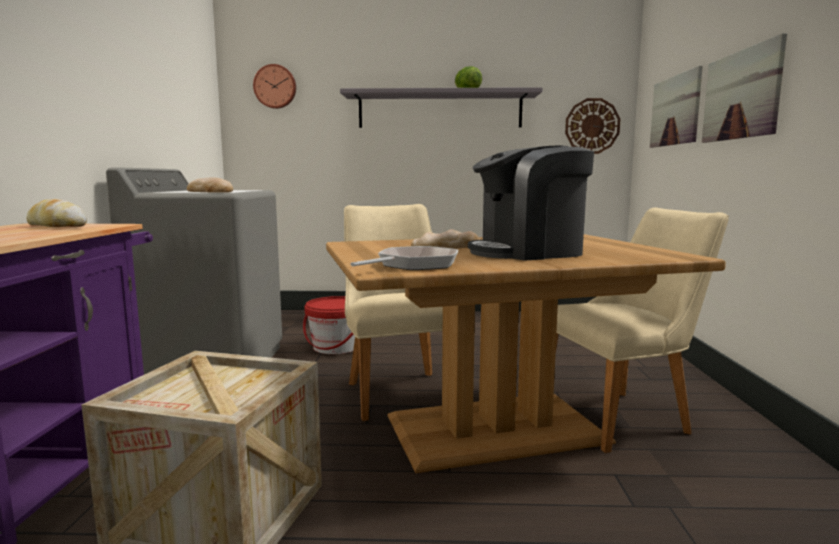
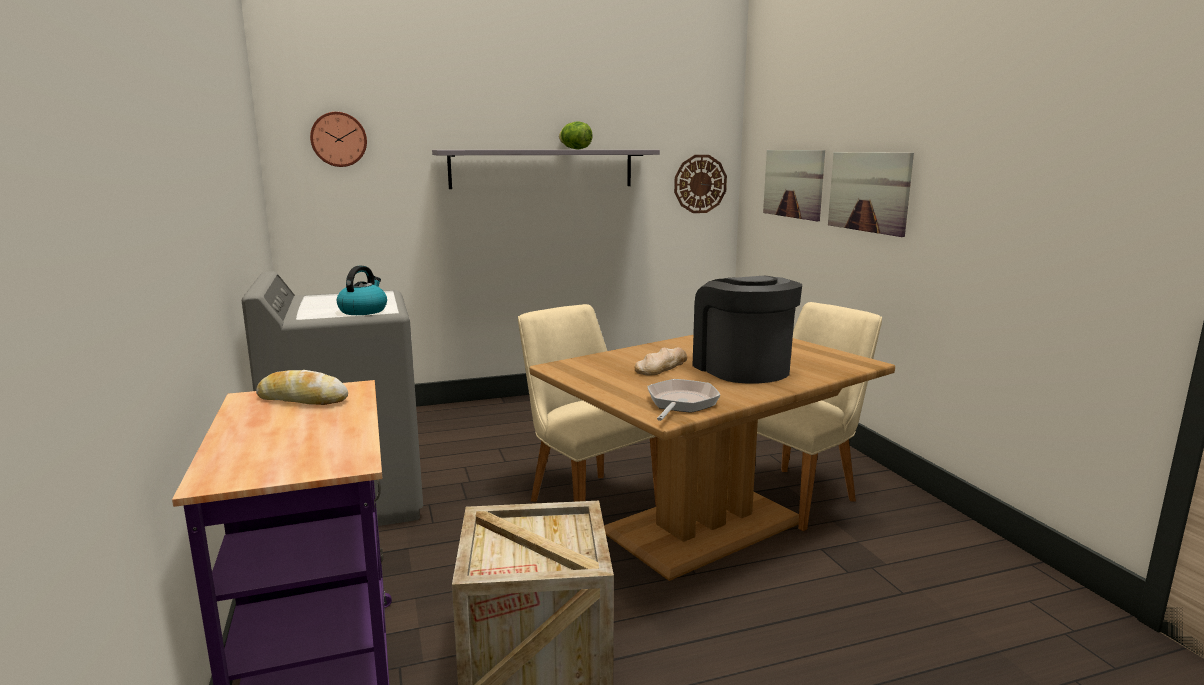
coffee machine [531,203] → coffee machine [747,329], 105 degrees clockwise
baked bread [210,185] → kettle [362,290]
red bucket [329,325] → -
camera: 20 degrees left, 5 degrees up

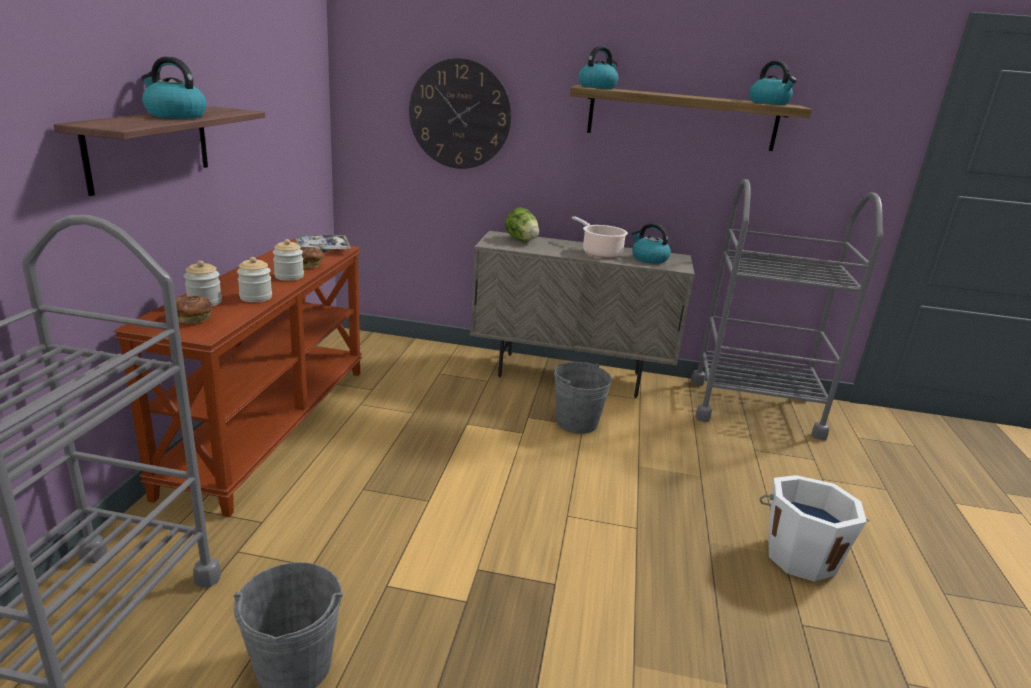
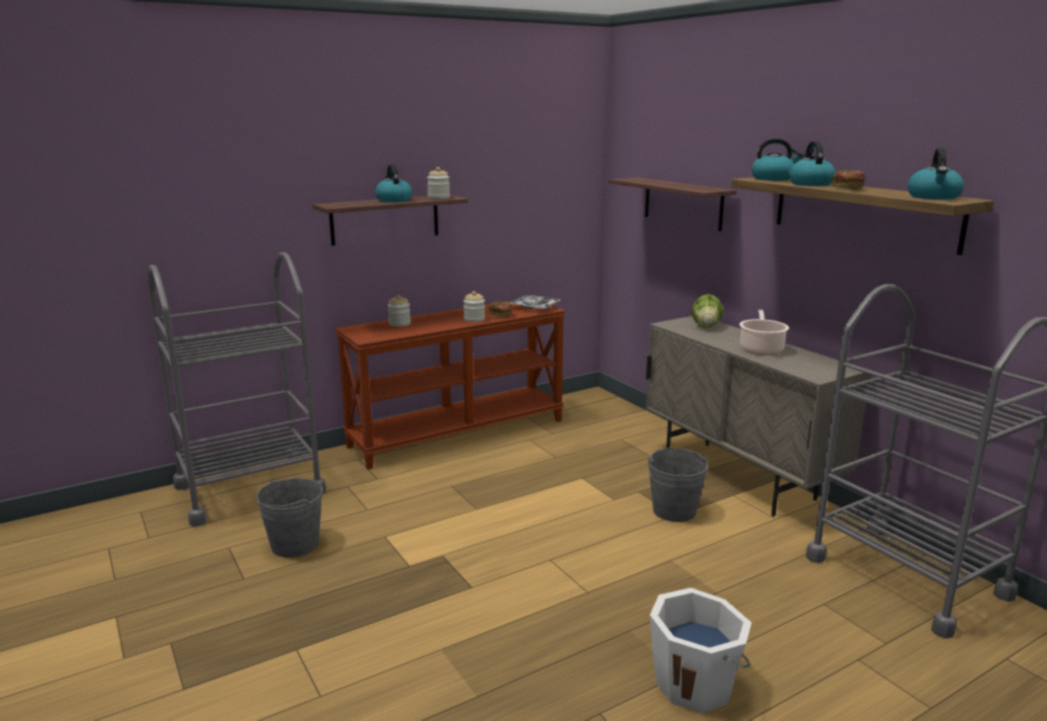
clock on the wall [460,113] → shelf [673,204]
kettle [651,243] → kettle [812,163], moved
storage jar [254,279] → storage jar [438,183], moved
baked bread [194,310] → baked bread [849,180], moved
camera: 50 degrees right, 5 degrees down

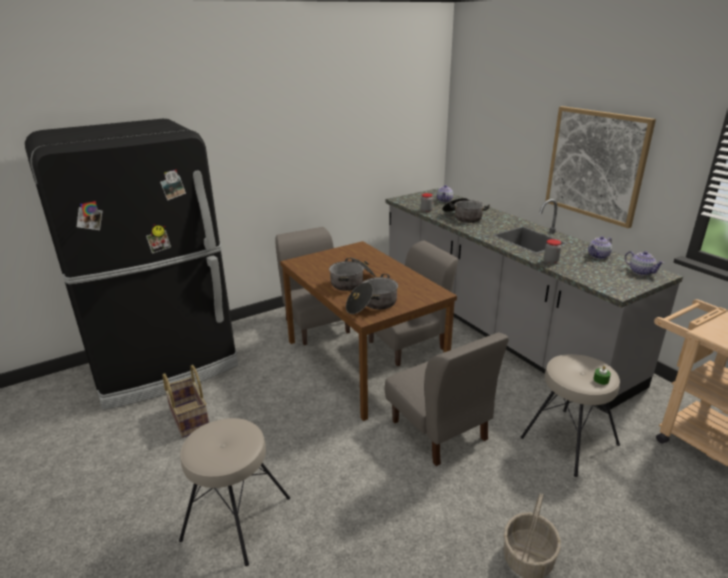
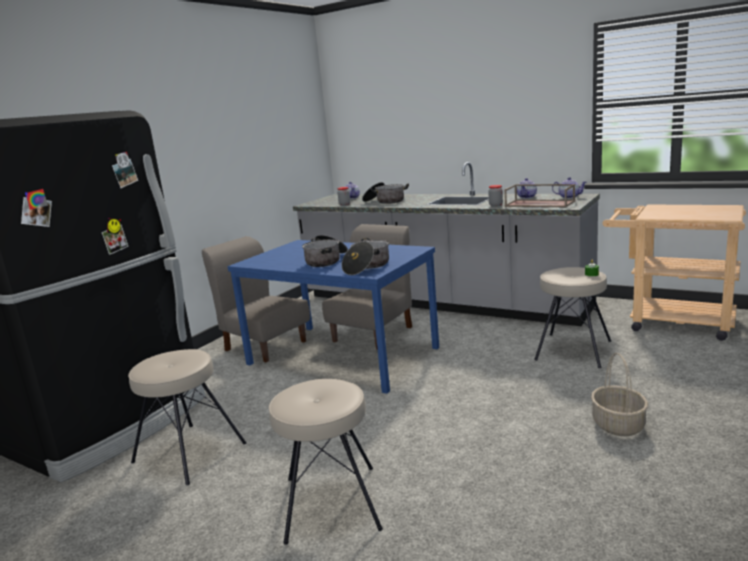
wall art [600,167] → -
brown dinner table [368,331] → bluish dinner table [333,317]
grey plain chair [447,399] → -
storage basket [185,401] → beige stool [187,417]
- → brown carrying tray [539,195]
camera: 25 degrees left, 10 degrees down

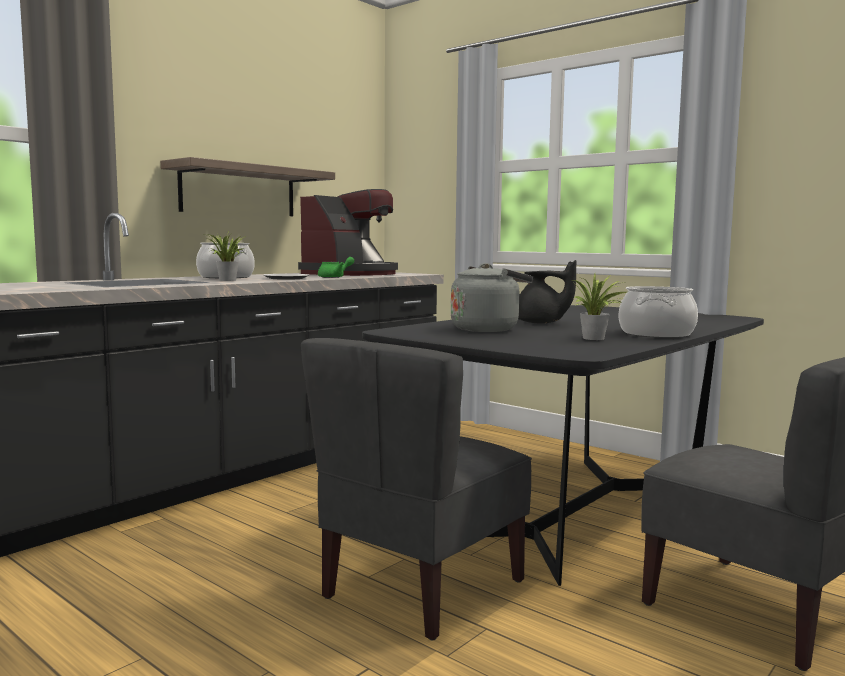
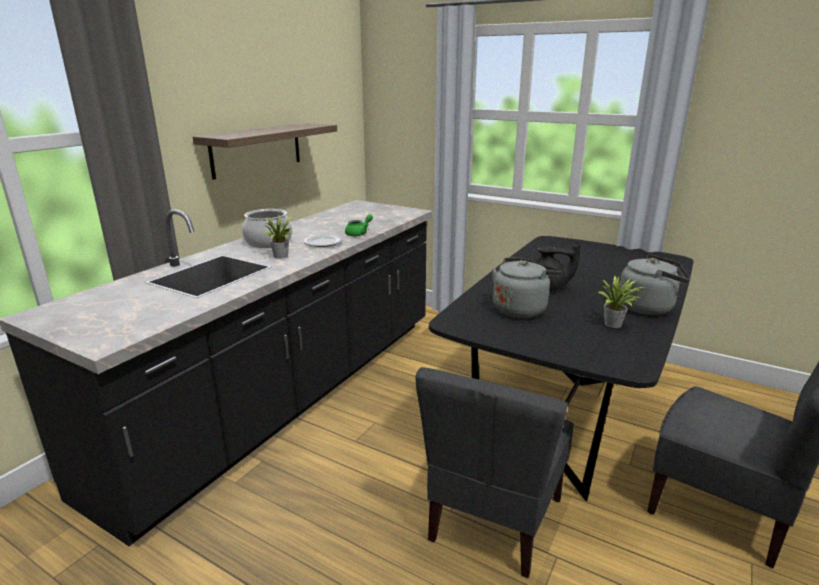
coffee machine [348,232] → -
saucepot [658,312] → grey kettle [655,284]
camera: 10 degrees left, 15 degrees up

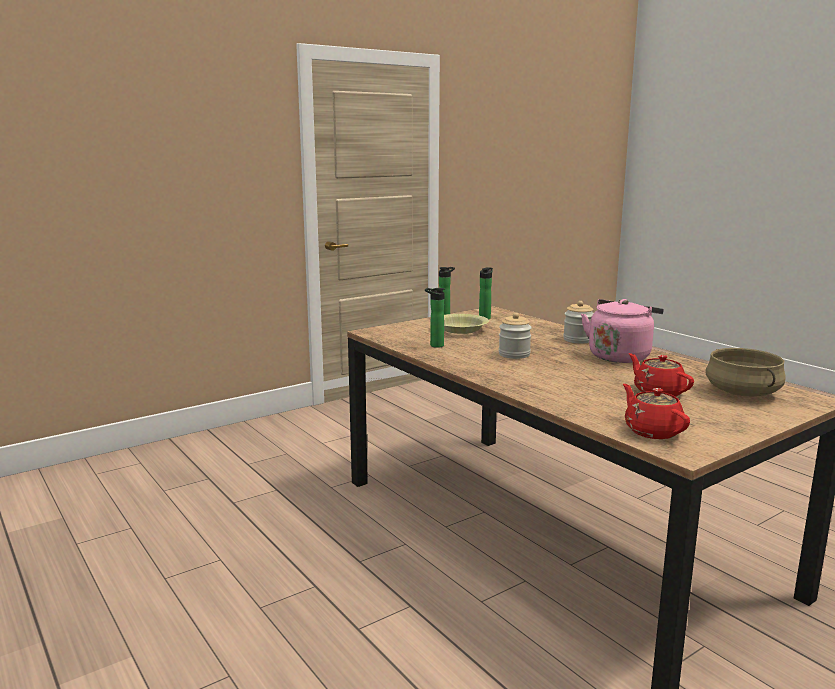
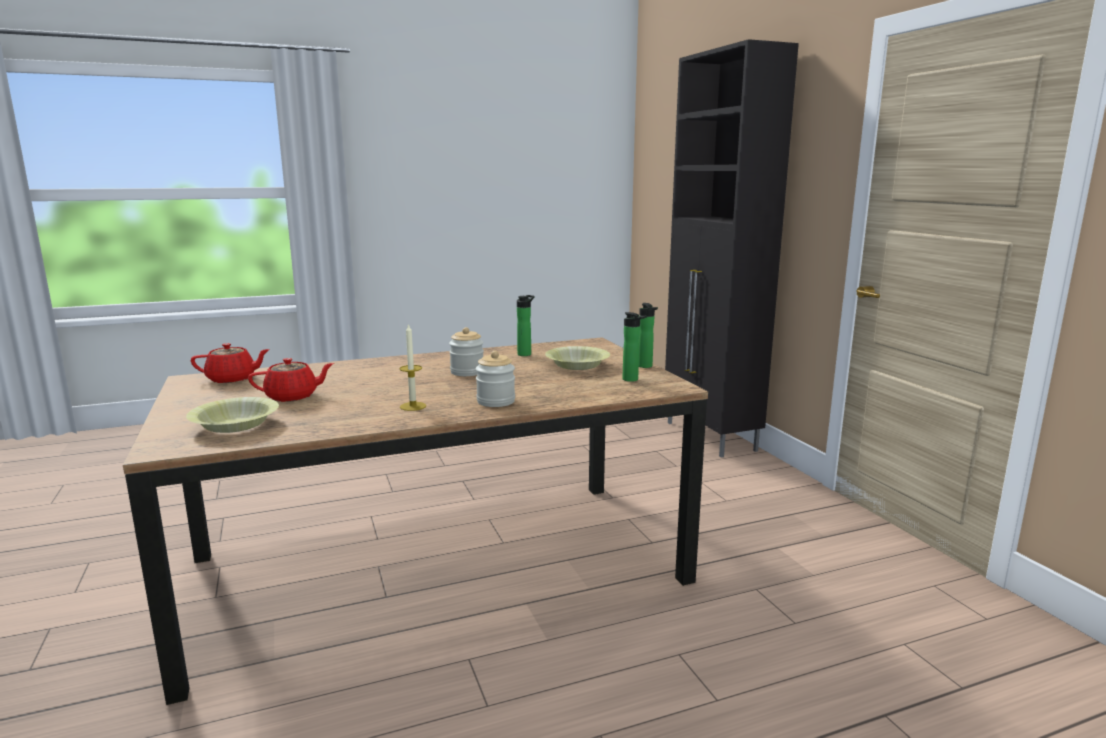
pink kettle [622,331] → wax candle [412,367]
beige saucepot [745,372] → yellowish bowl [232,415]
- → black-coloured cupboard [732,248]
camera: 105 degrees right, 0 degrees up

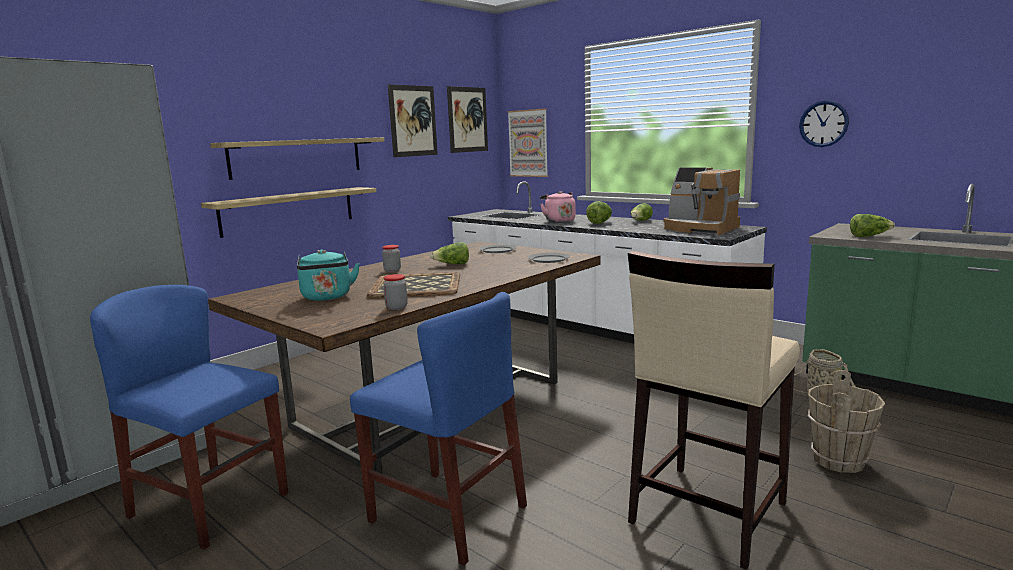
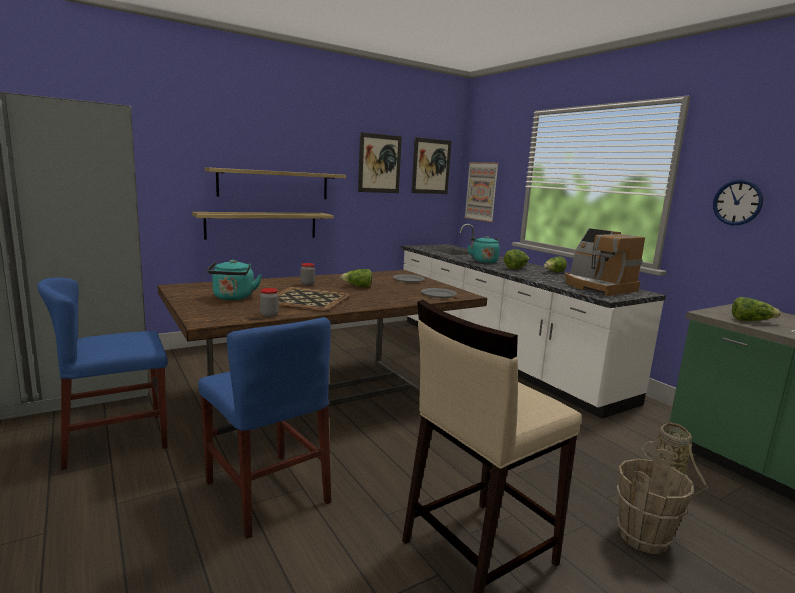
pink kettle [558,206] → turquoise-coloured kettle [483,250]
bluish plain chair [189,417] → bluish plain chair [102,373], 75 degrees counterclockwise
camera: 15 degrees right, 0 degrees up

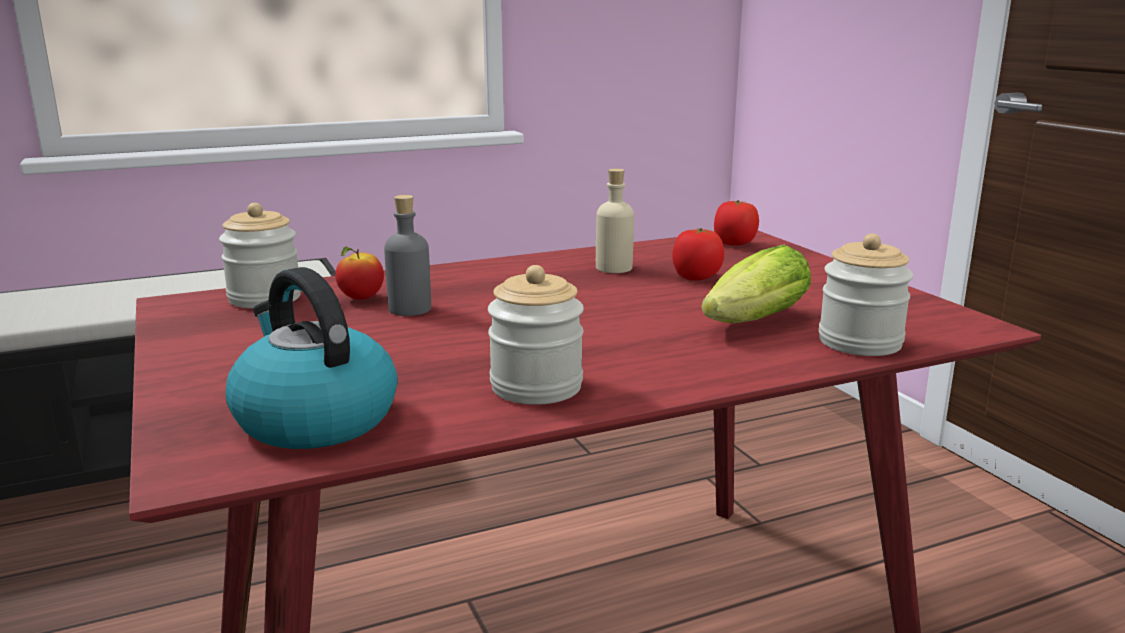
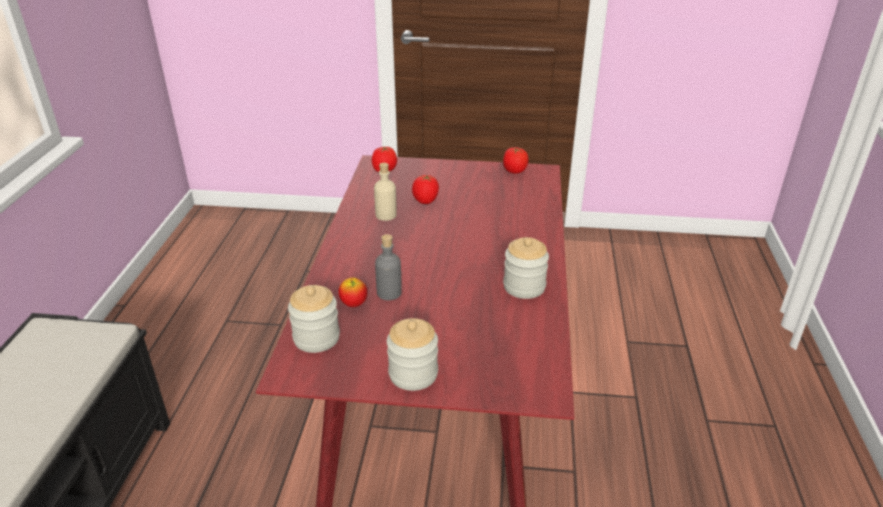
storage jar [866,295] → storage jar [412,354], moved
lettuce [756,283] → -
kettle [312,358] → -
- → tomato [516,160]
camera: 60 degrees left, 15 degrees up

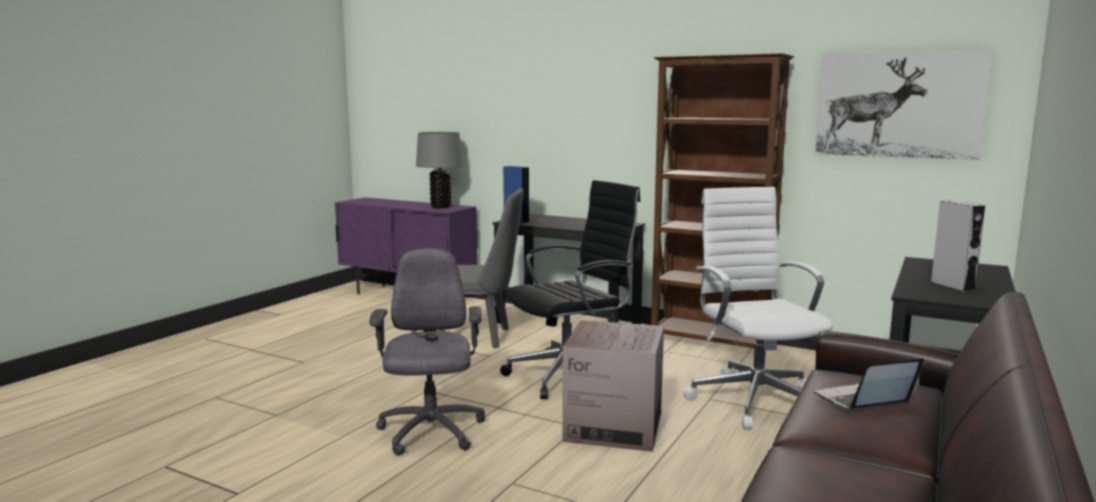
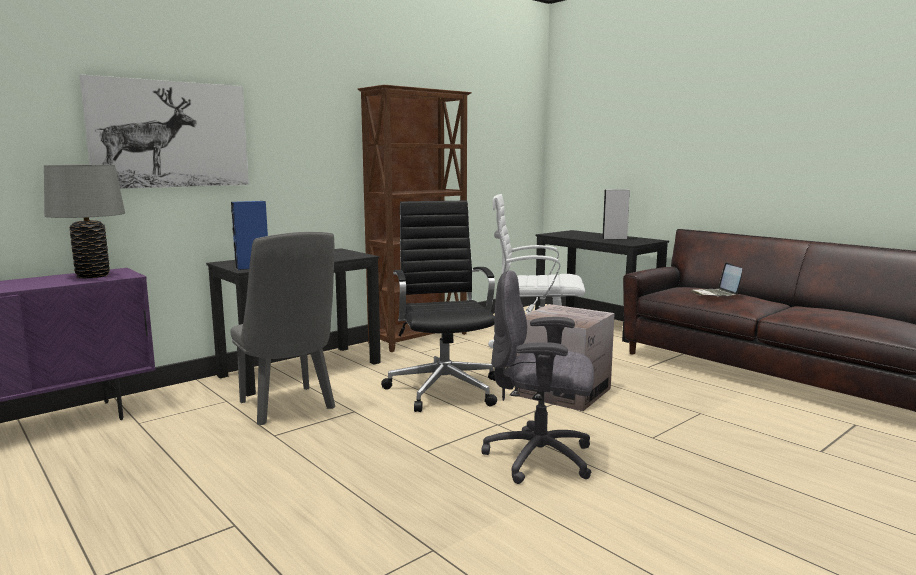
wall art [904,104] → wall art [164,132], moved
grey plain chair [481,268] → grey plain chair [283,328], 120 degrees clockwise
camera: 70 degrees left, 0 degrees up

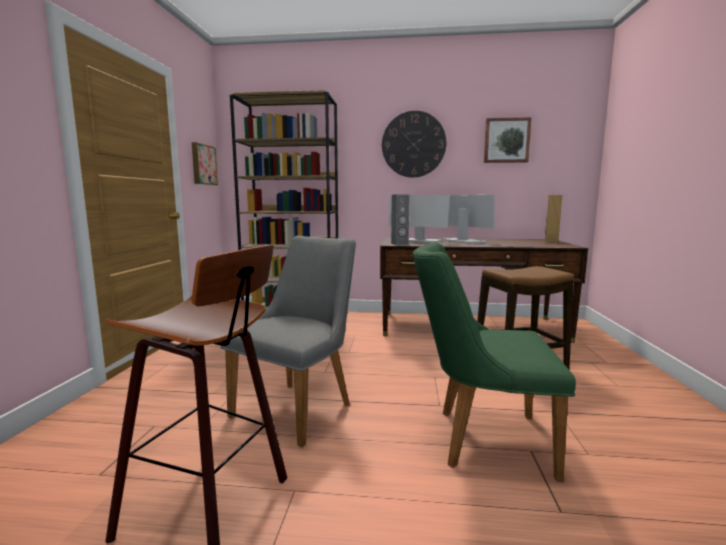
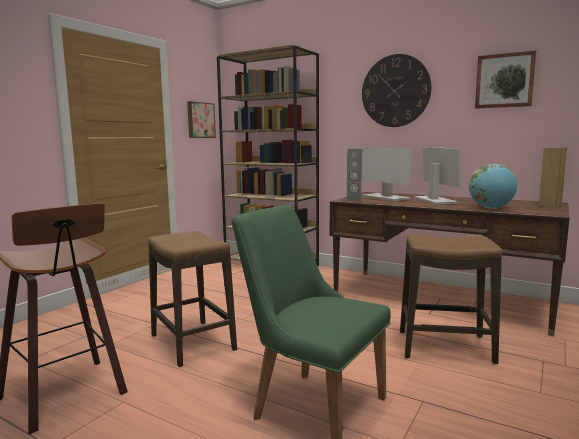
grey plain chair [288,341] → stool [192,299]
- → globe [493,186]
camera: 25 degrees right, 0 degrees up

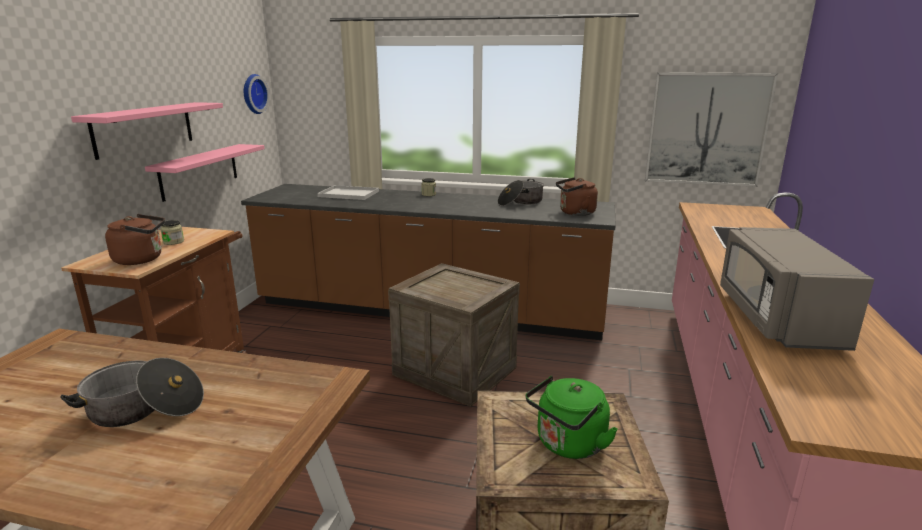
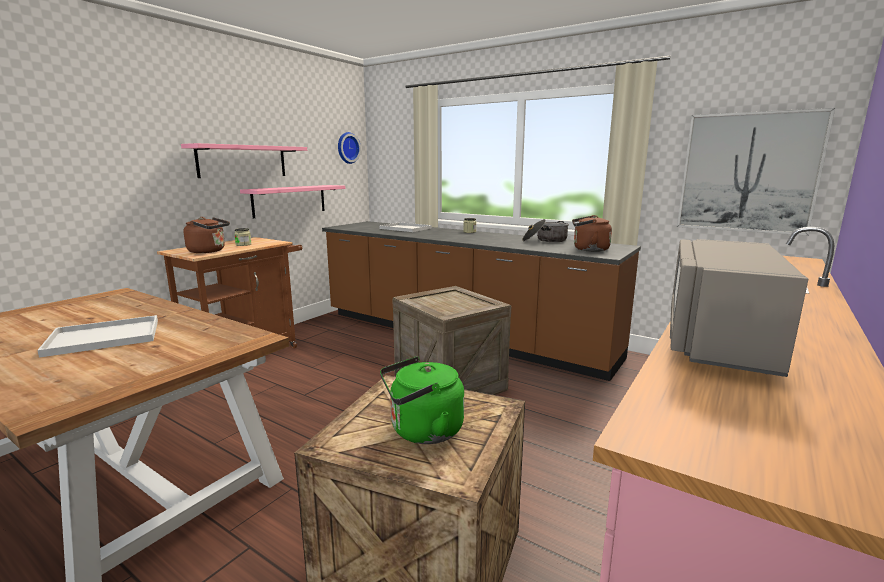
saucepot [132,392] → white-coloured carrying tray [97,336]
camera: 20 degrees right, 5 degrees down

